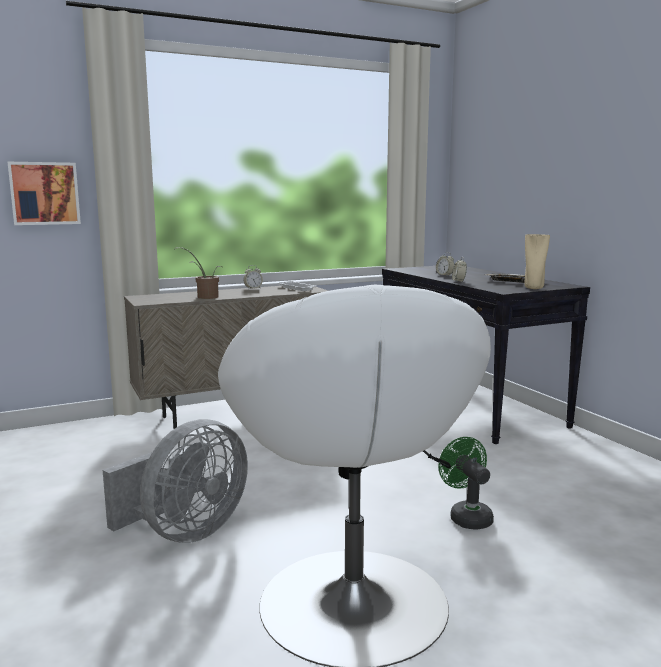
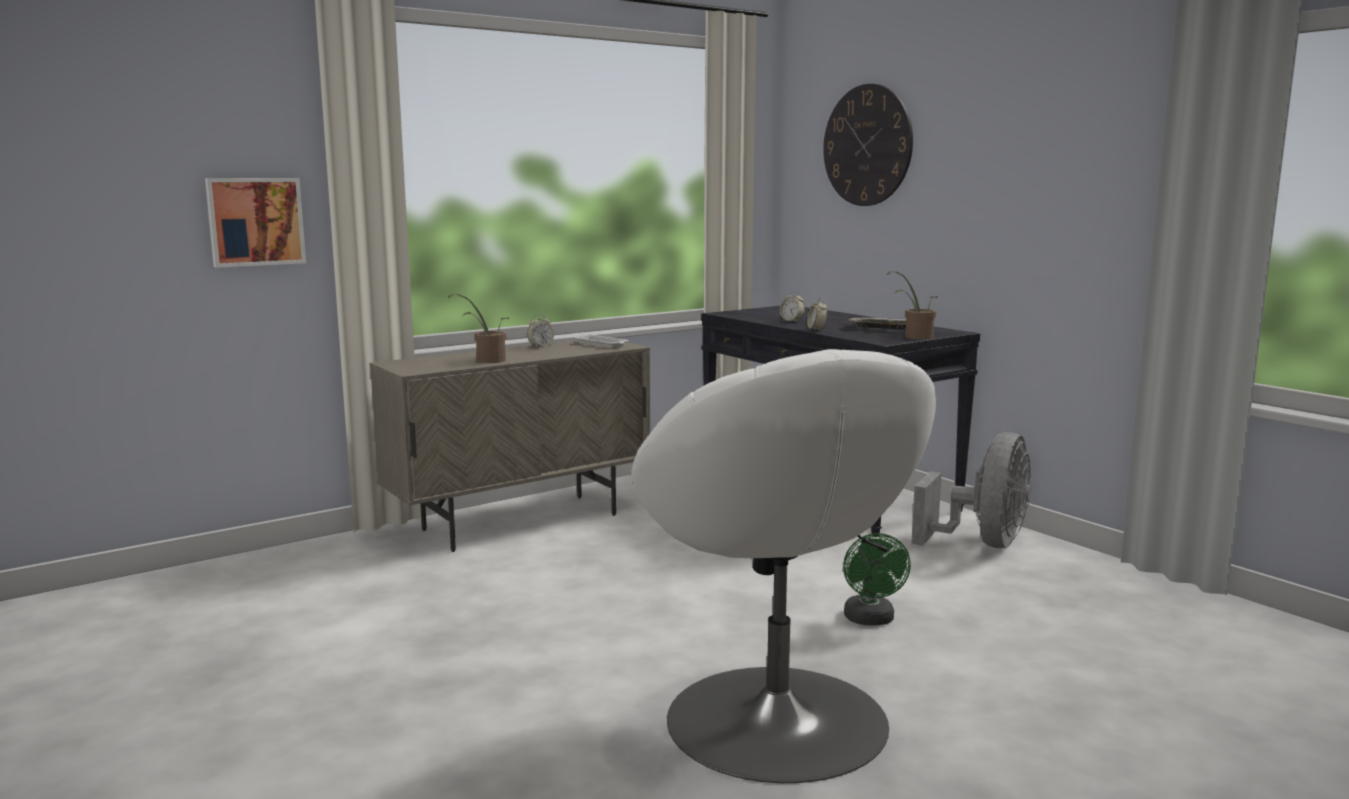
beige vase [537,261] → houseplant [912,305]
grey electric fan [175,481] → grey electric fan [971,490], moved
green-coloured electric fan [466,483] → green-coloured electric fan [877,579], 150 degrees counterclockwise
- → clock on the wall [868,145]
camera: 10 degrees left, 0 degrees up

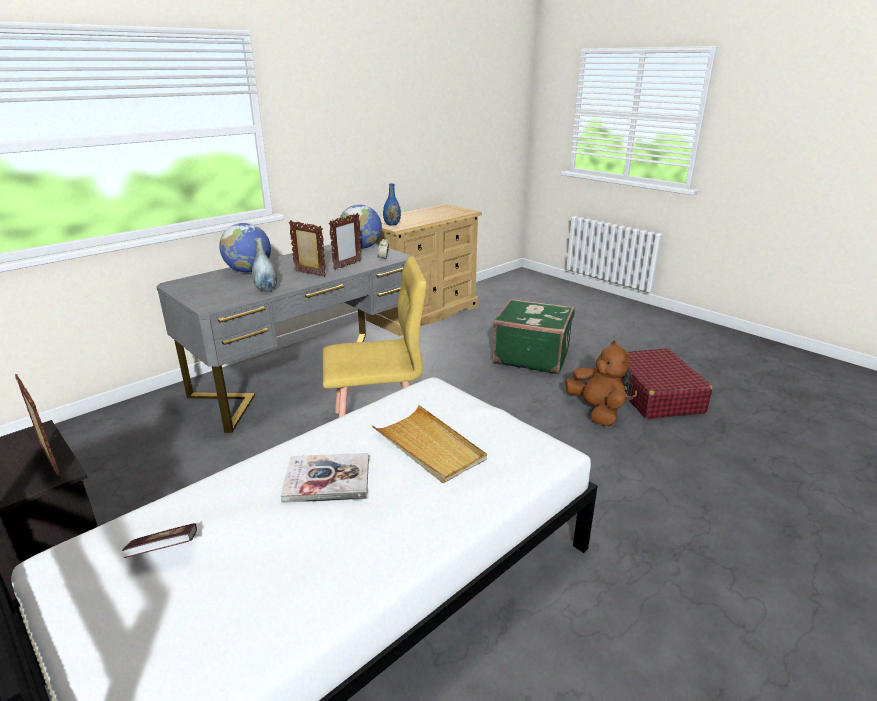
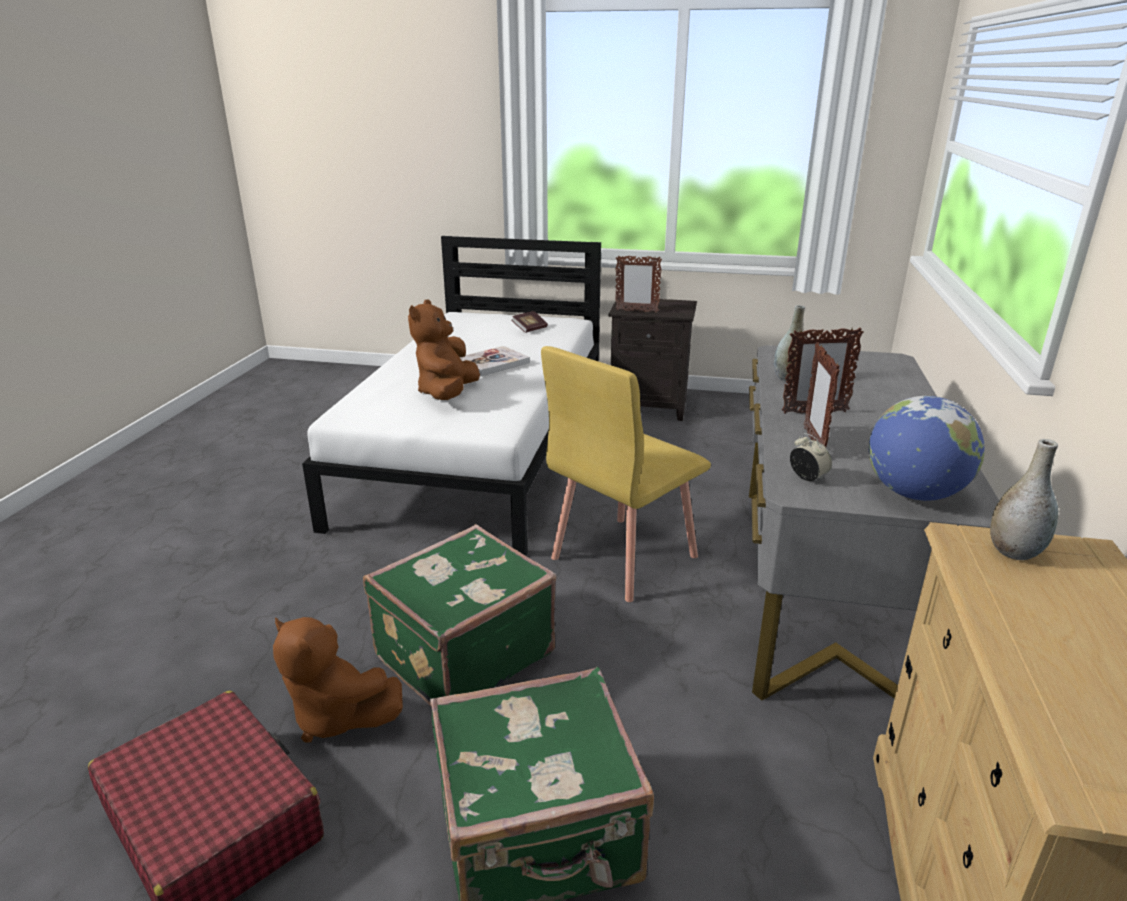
bluish vase [392,204] → grey vase [1024,499]
globe [245,248] → -
beige carrying tray [429,444] → brown soft toy [444,350]
- → green-coloured suitcase [459,615]
camera: 145 degrees right, 0 degrees up

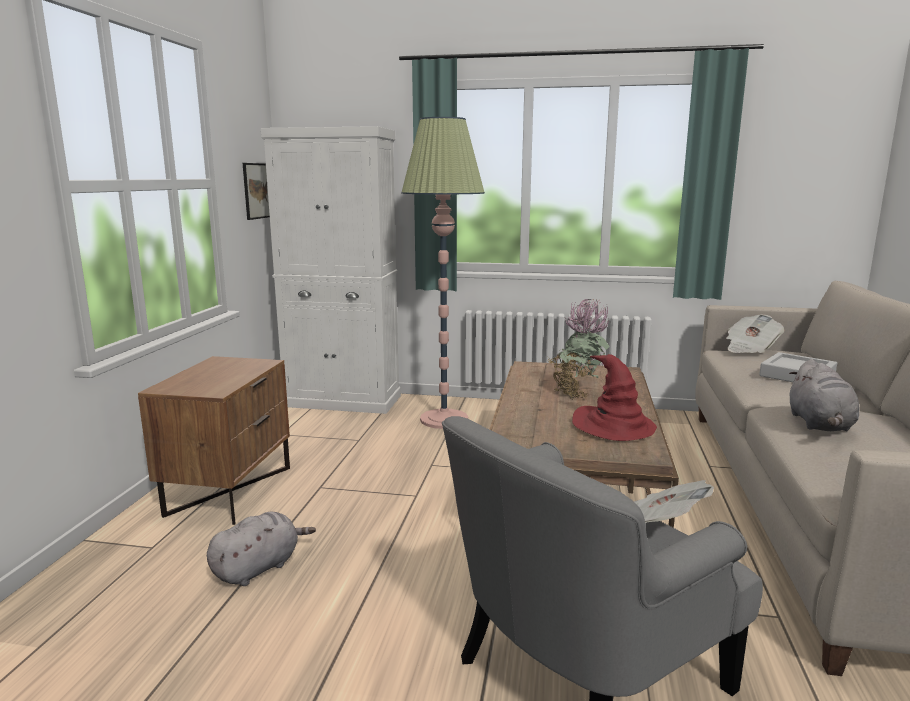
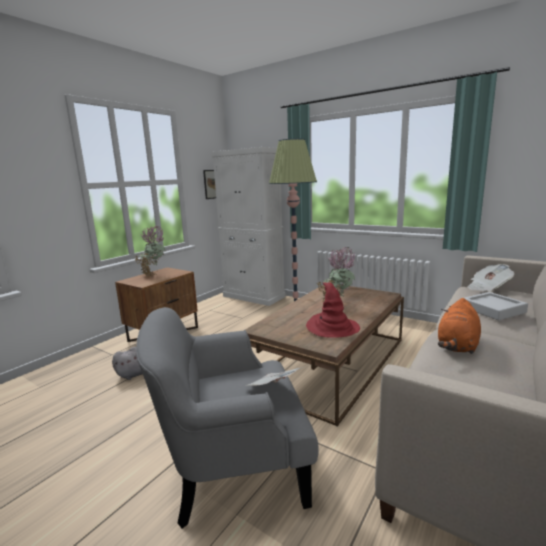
grey soft toy [824,395] → orange-coloured soft toy [459,326]
- → houseplant [150,250]
camera: 25 degrees right, 0 degrees up

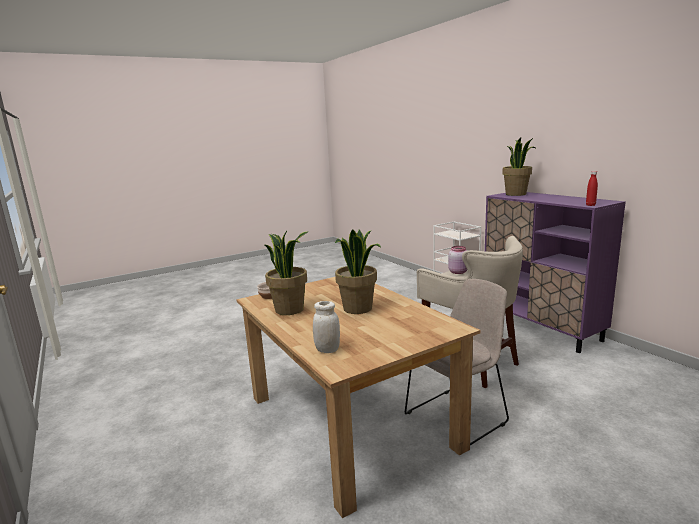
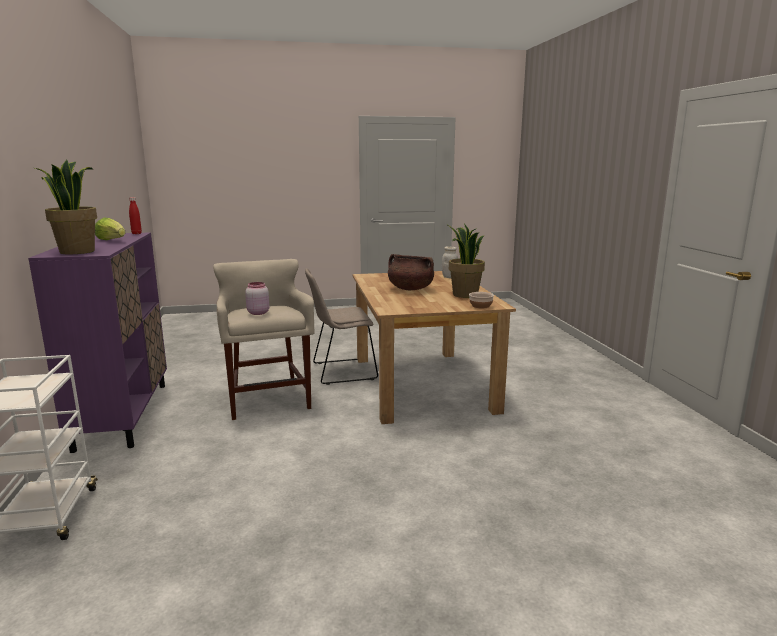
houseplant [358,271] → brown saucepot [411,272]
- → lettuce [110,228]
camera: 160 degrees left, 0 degrees up

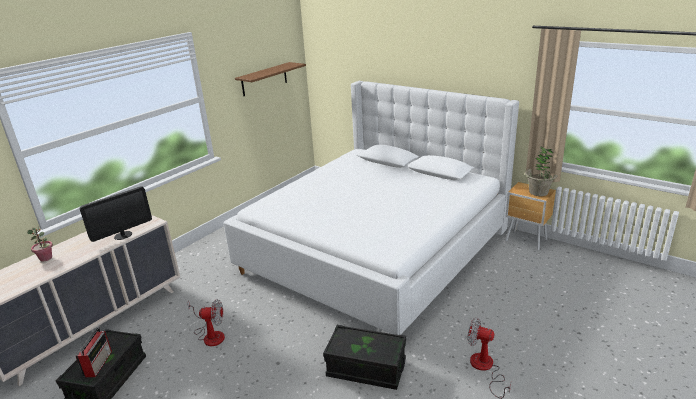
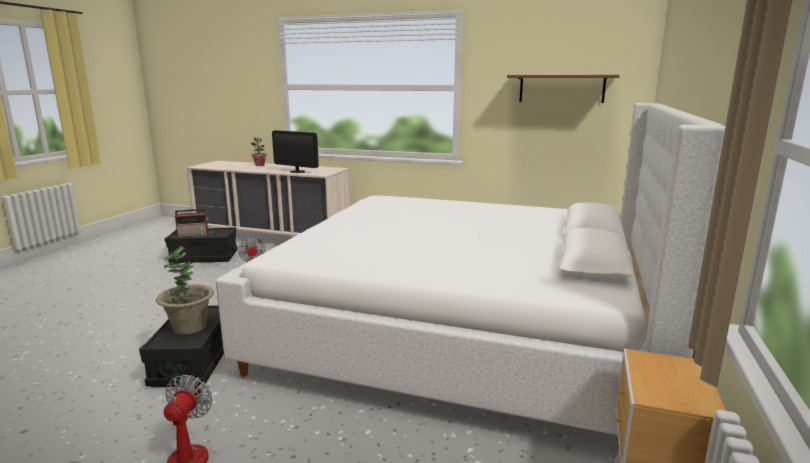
houseplant [541,171] → houseplant [185,290], moved
camera: 70 degrees right, 10 degrees down

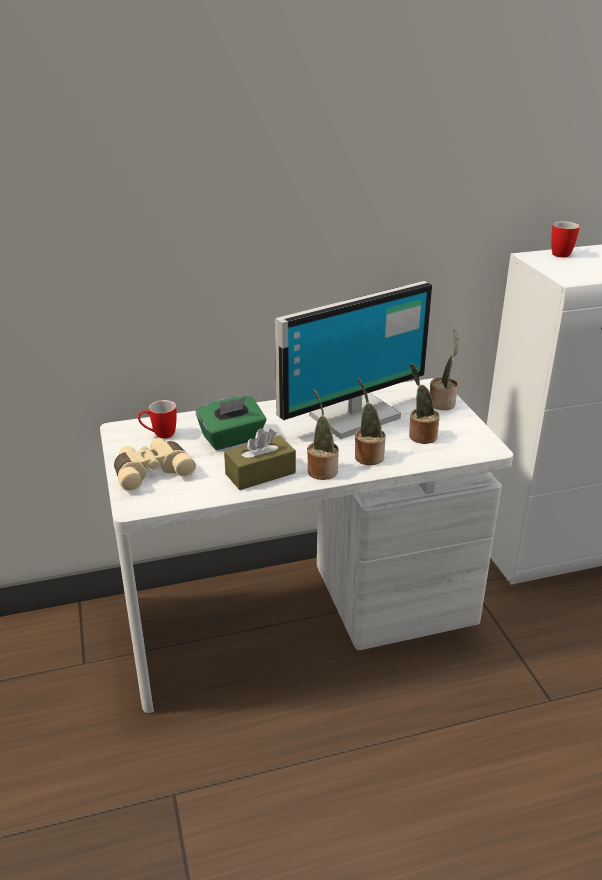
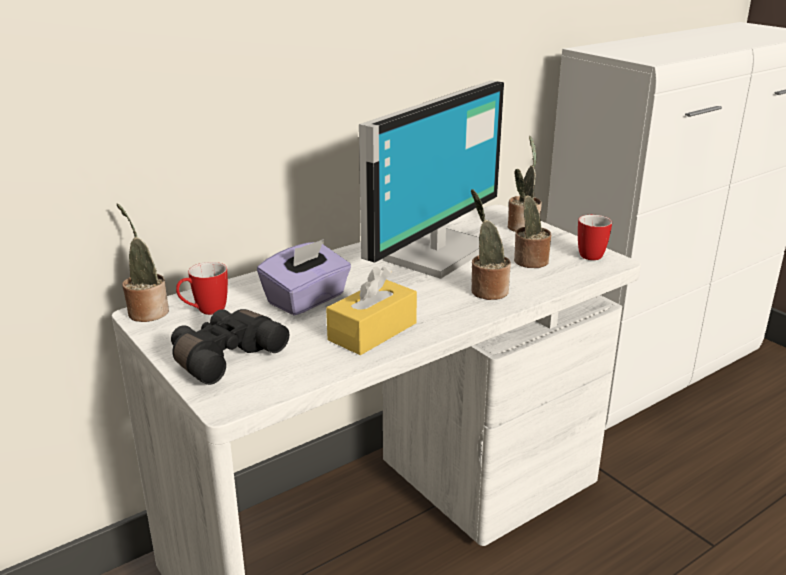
coffee mug [565,239] → coffee mug [595,237], moved
houseplant [323,434] → houseplant [143,263], moved
green-coloured tissue box [231,423] → purple tissue box [304,277]
brown tissue box [260,459] → yellowish tissue box [371,310]
beige pair of binoculars [155,465] → black-coloured pair of binoculars [230,347]
camera: 20 degrees left, 5 degrees down

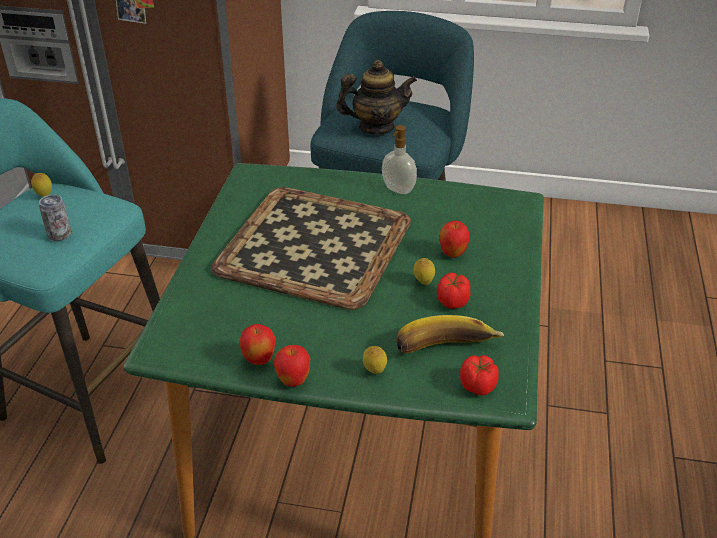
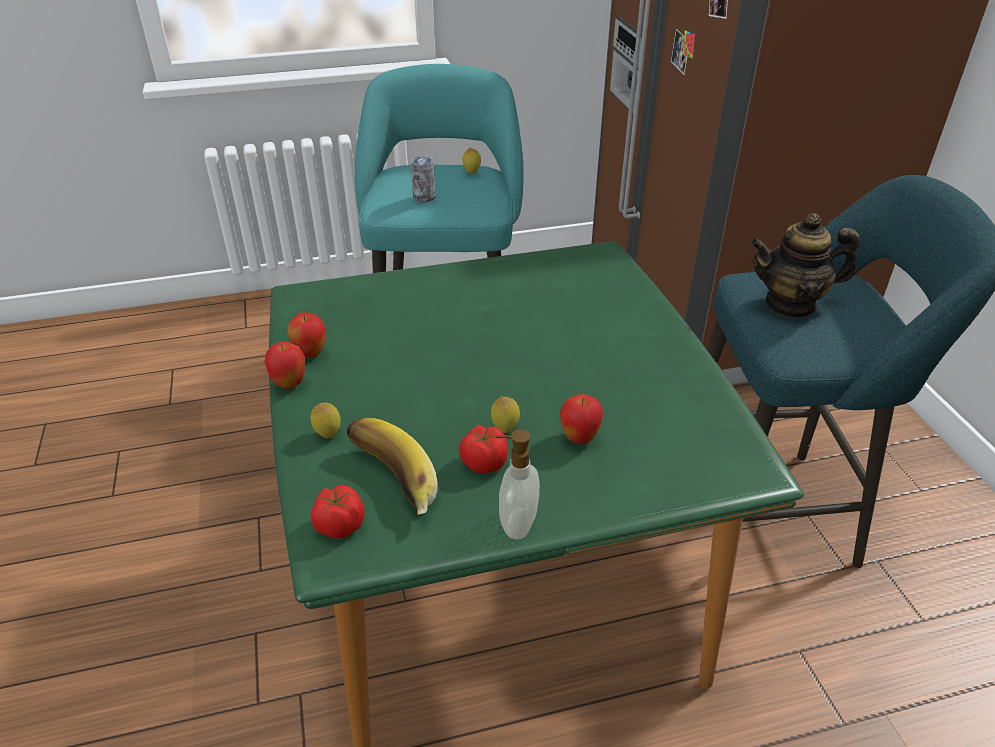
pot for tea [376,97] → pot for tea [805,265], 120 degrees clockwise
liquid soap bottle [399,159] → liquid soap bottle [518,484], moved
carrying tray [311,248] → -
camera: 65 degrees right, 0 degrees up

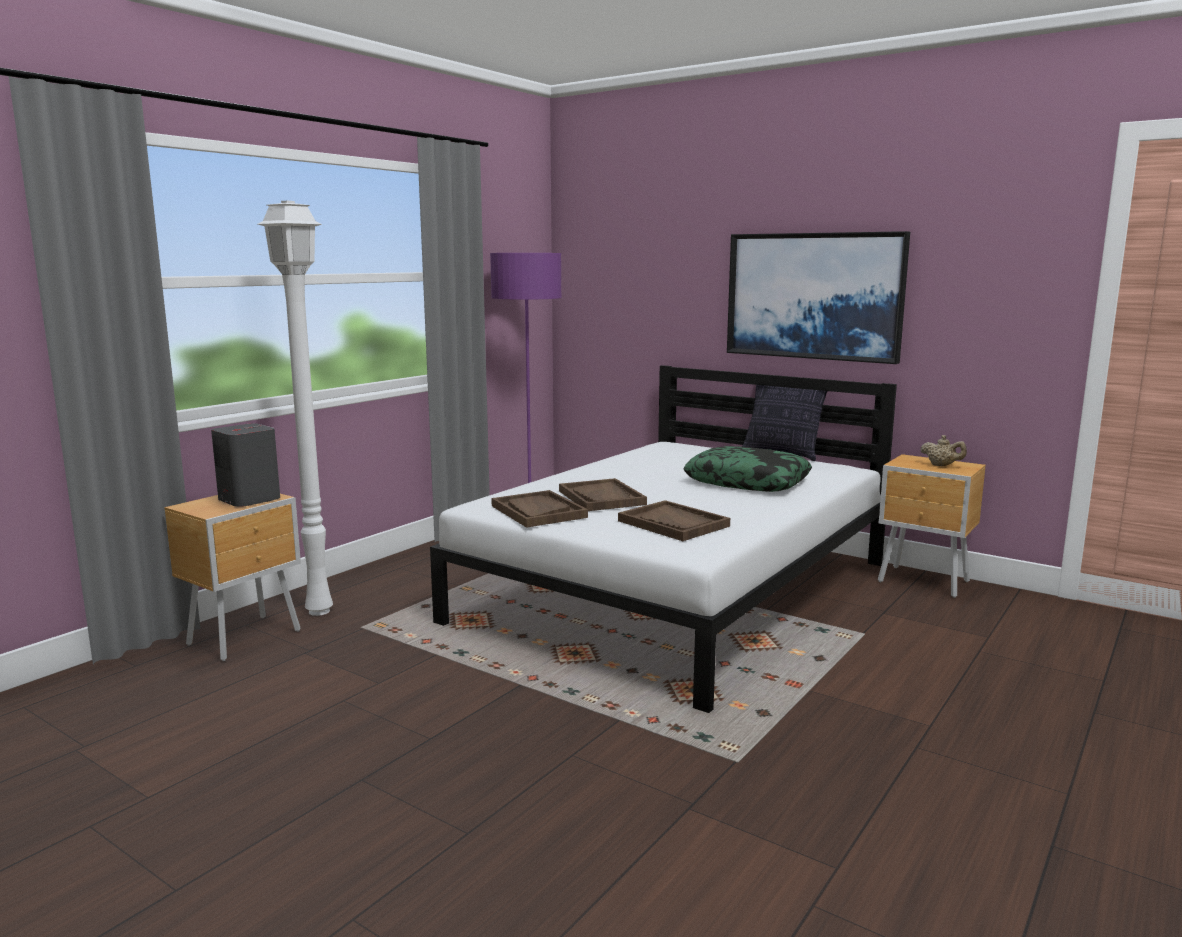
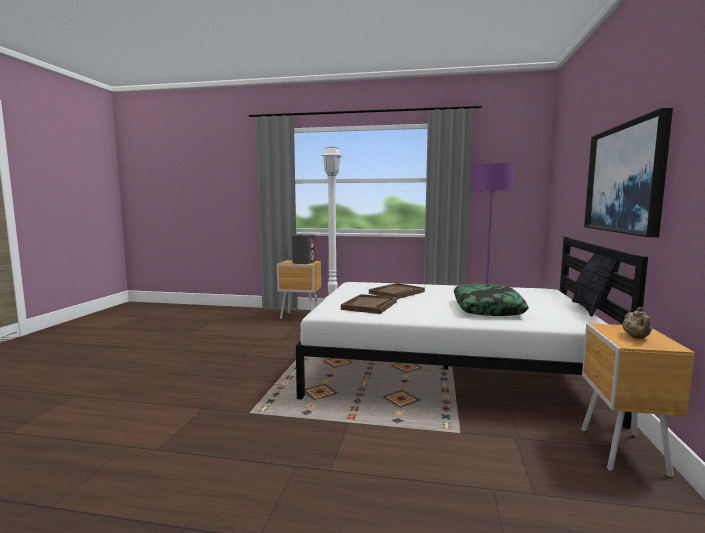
brown carrying tray [539,509] → -
camera: 65 degrees right, 5 degrees down

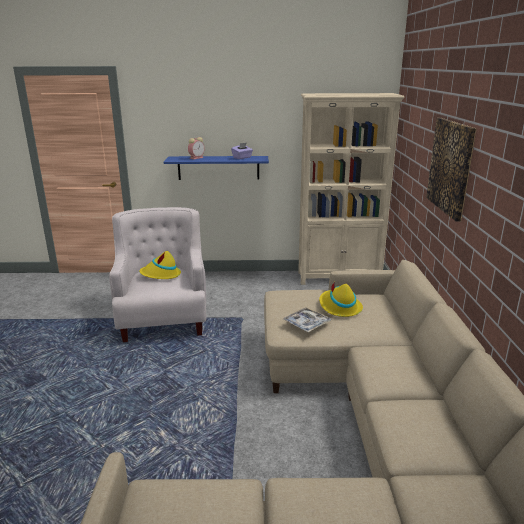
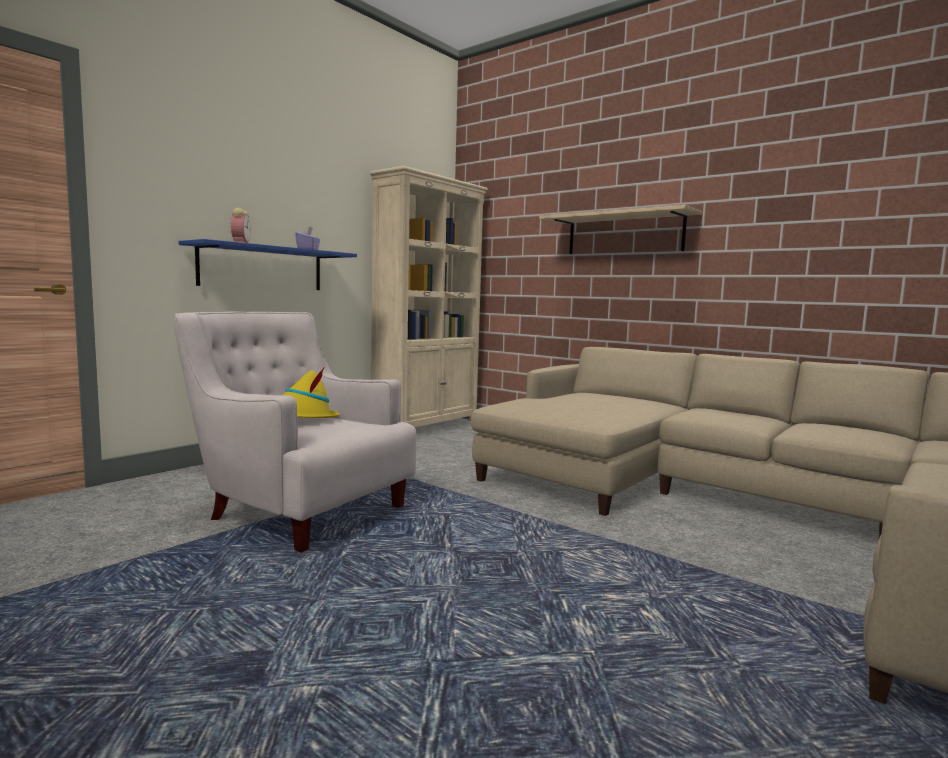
wall art [451,170] → beige shelf [620,229]
yellowish wearable hat [341,299] → -
carrying tray [306,319] → -
camera: 50 degrees left, 15 degrees down

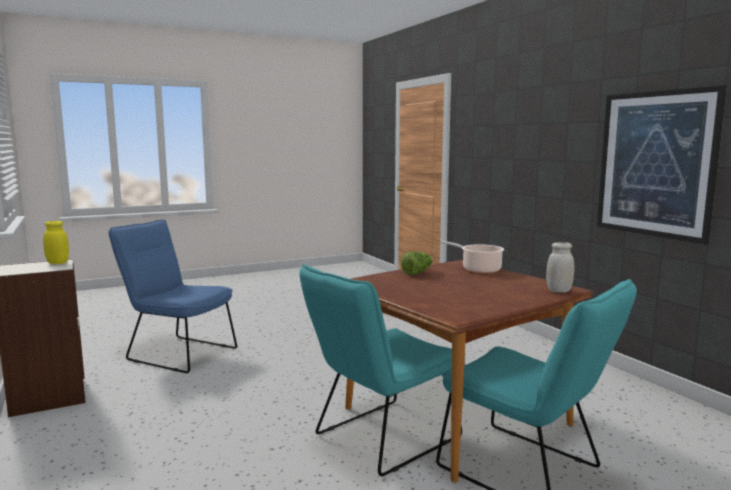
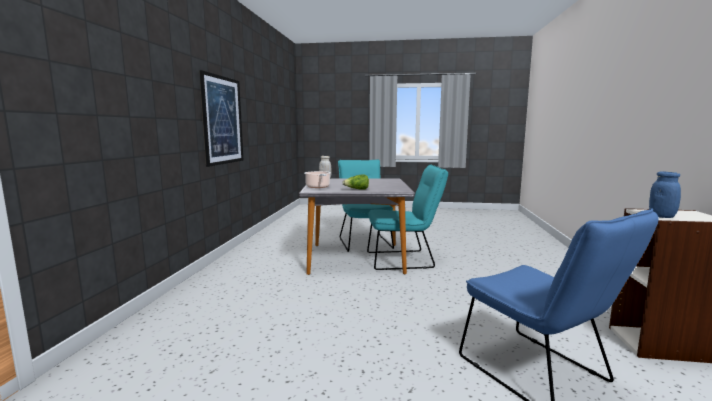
yellowish storage jar [56,242] → bluish storage jar [665,194]
brown dinner table [469,371] → grey dinner table [357,226]
camera: 145 degrees left, 0 degrees up

